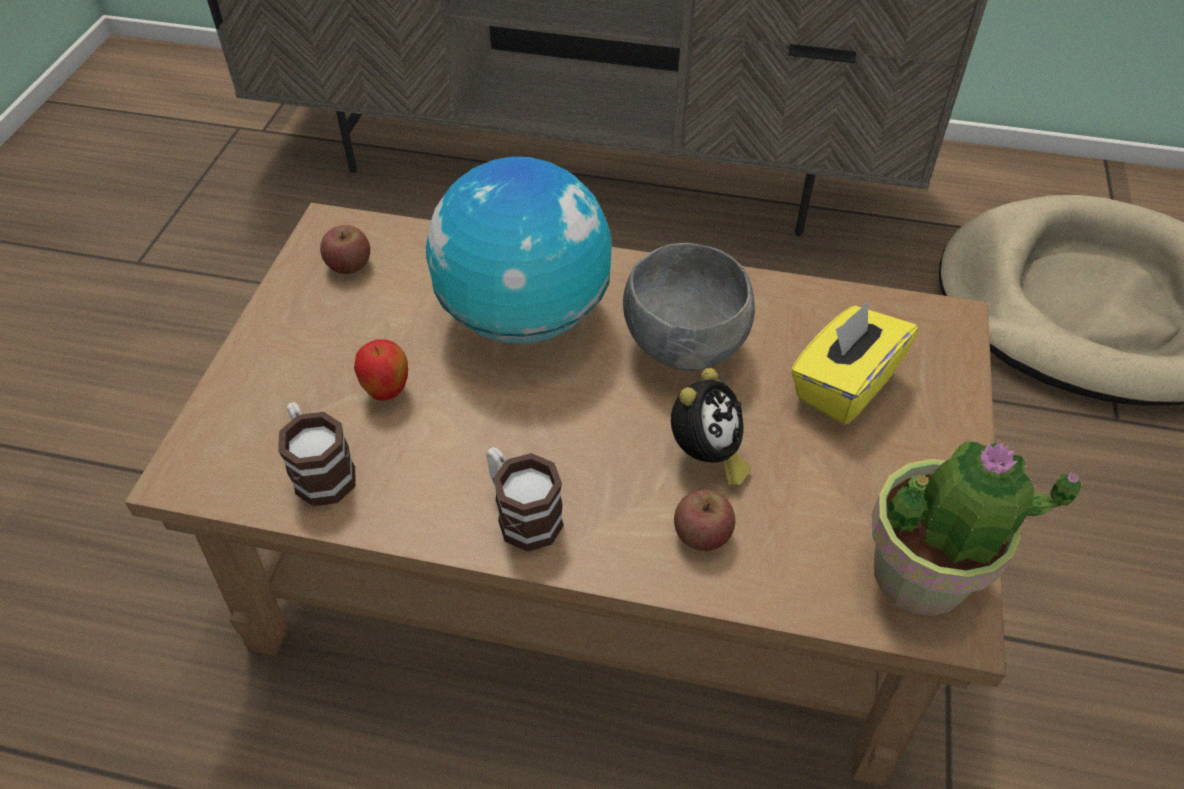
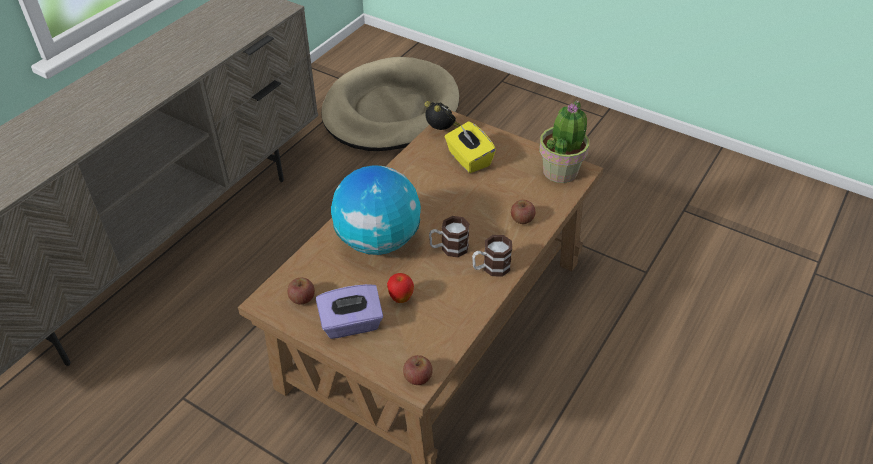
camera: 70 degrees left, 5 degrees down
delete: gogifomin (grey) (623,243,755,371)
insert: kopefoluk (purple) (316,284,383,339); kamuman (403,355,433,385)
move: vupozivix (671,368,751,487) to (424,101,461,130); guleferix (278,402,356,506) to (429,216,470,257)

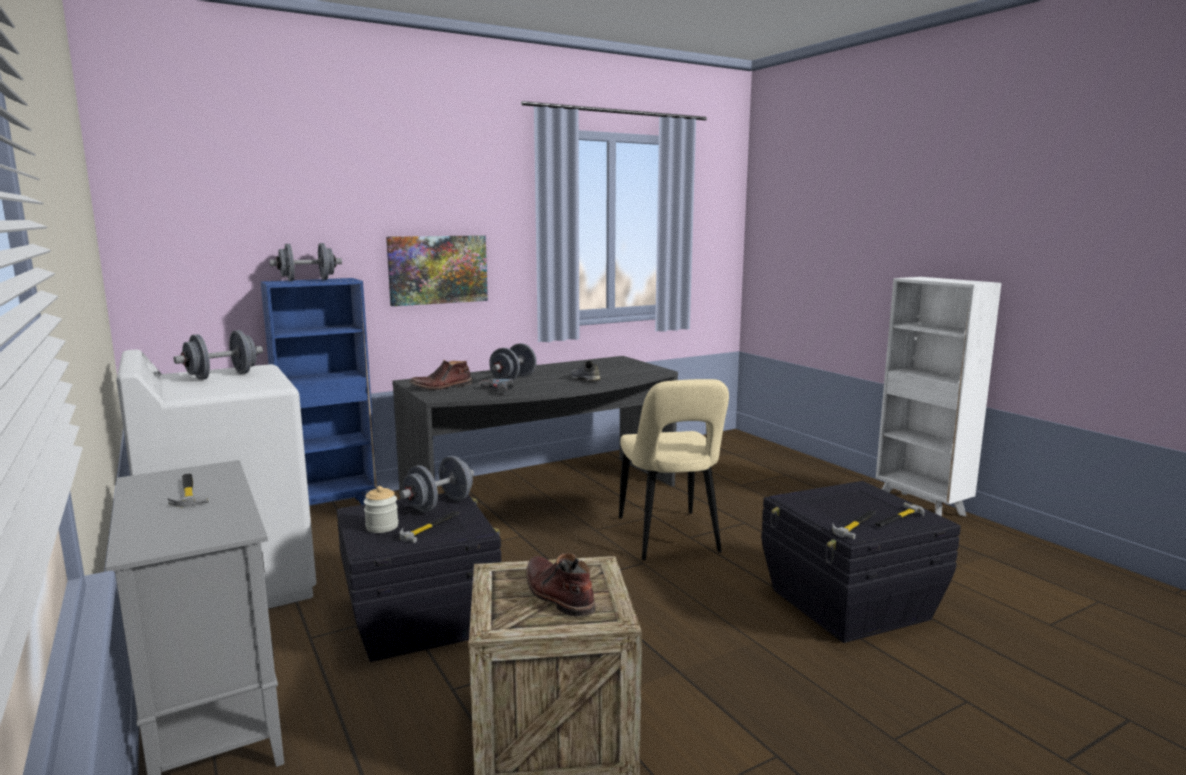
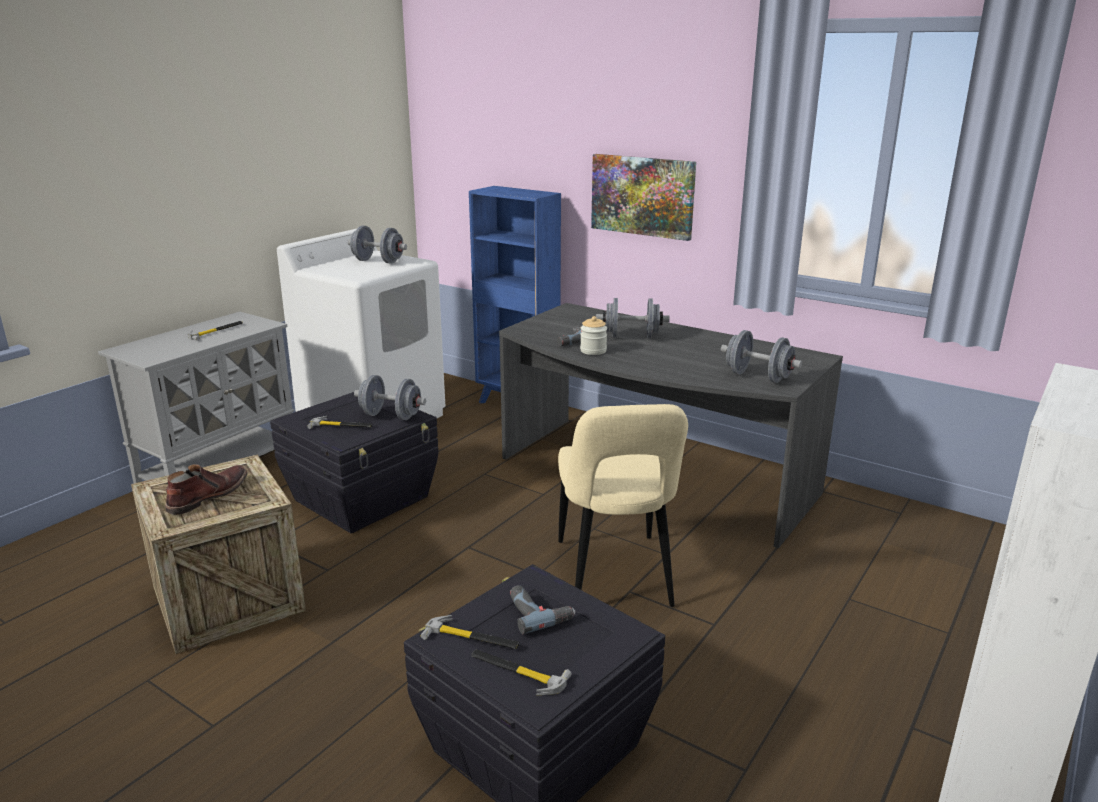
camera: 65 degrees right, 10 degrees up
delete: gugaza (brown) (409,360,472,390); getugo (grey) (571,360,601,382)
insert: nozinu (510,585,576,634)
move: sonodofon (364,486,398,533) to (580,316,607,355); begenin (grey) (269,243,342,281) to (721,330,802,383)
rotate: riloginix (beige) (619,379,729,560) = (558,404,688,607) 60 degrees counterclockwise

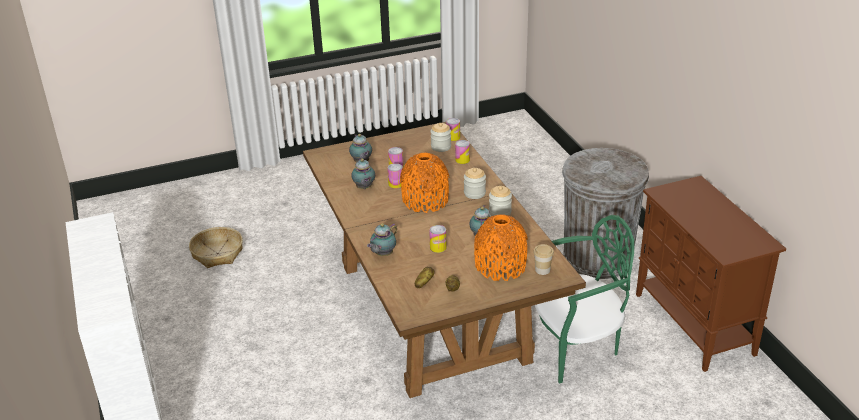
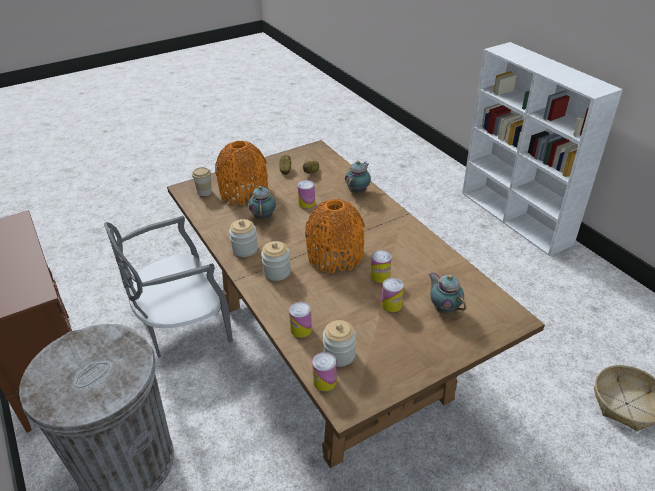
camera: 170 degrees right, 5 degrees up
delete: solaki (351,159,375,189)
recolor: riloginix (green) (534,215,634,383) to riloginix (grey) (104,216,233,358)

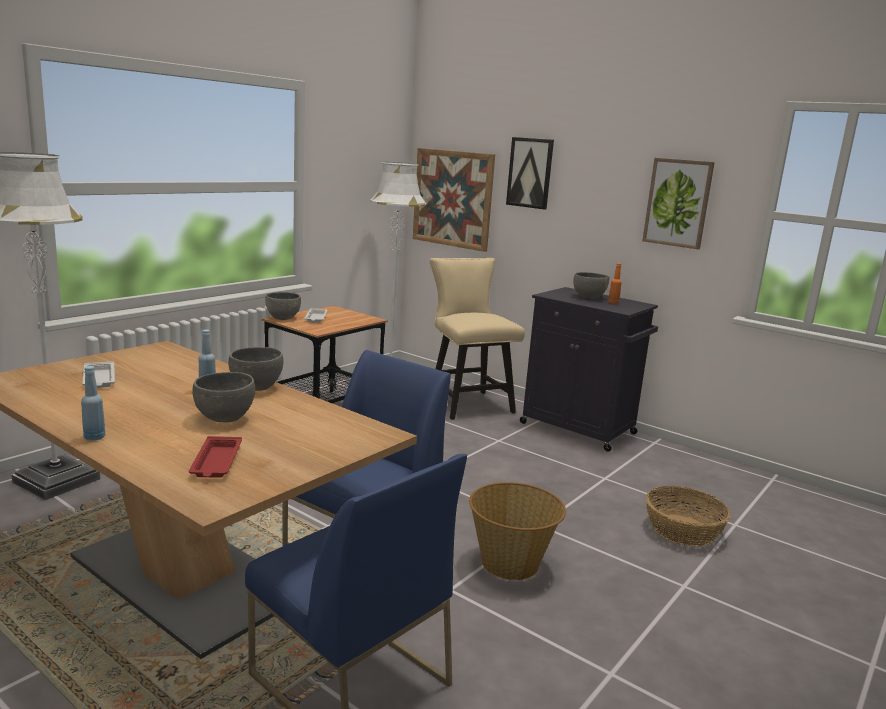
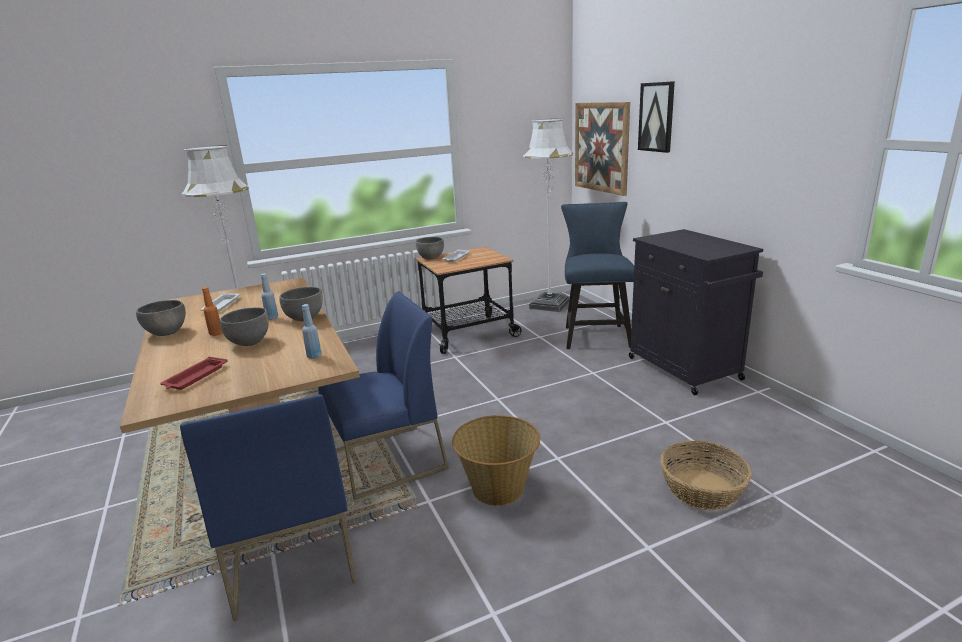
camera: 30 degrees right, 5 degrees up
delete: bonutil (642,158,715,249)
move: gogifomin (grey) (573,272,609,299) to (136,300,186,336); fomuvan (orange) (608,263,622,304) to (202,287,222,336); fomuvan (blue) (81,366,105,441) to (302,304,321,359)
recolor: riloginix (beige) (430,258,525,420) to riloginix (blue) (561,202,634,349)

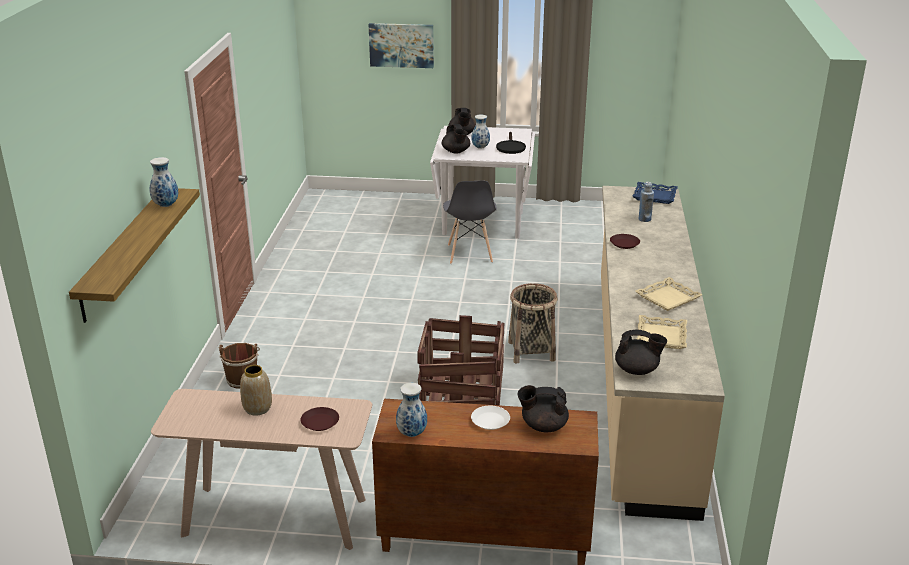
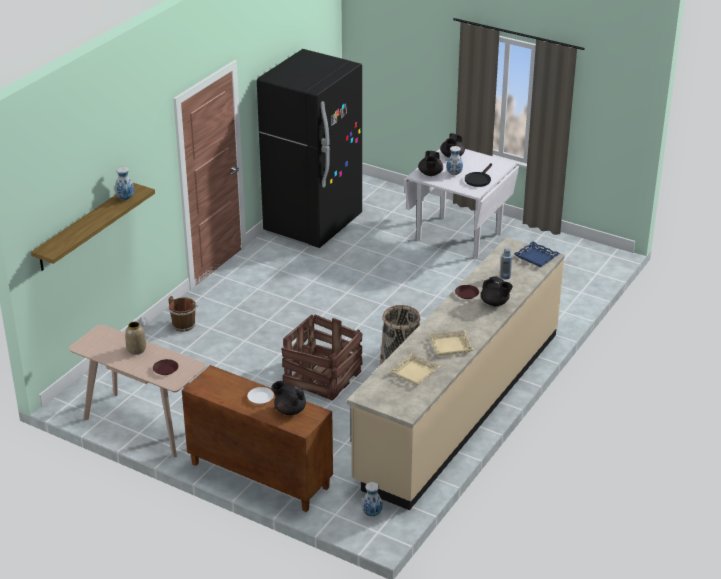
camera: 25 degrees right, 5 degrees up
delete: bonutil (369,23,434,68); riloginix (grey) (443,181,497,264)
insert: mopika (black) (257,49,362,248)
move: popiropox (396,383,427,437) to (362,482,383,516); solaki (black) (615,330,667,375) to (481,276,513,306)

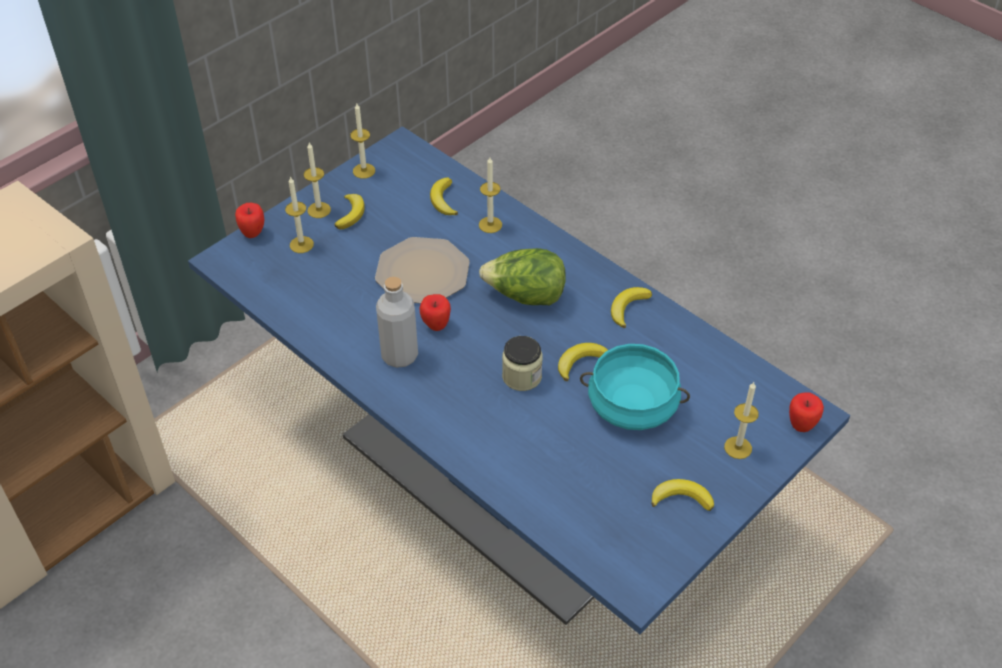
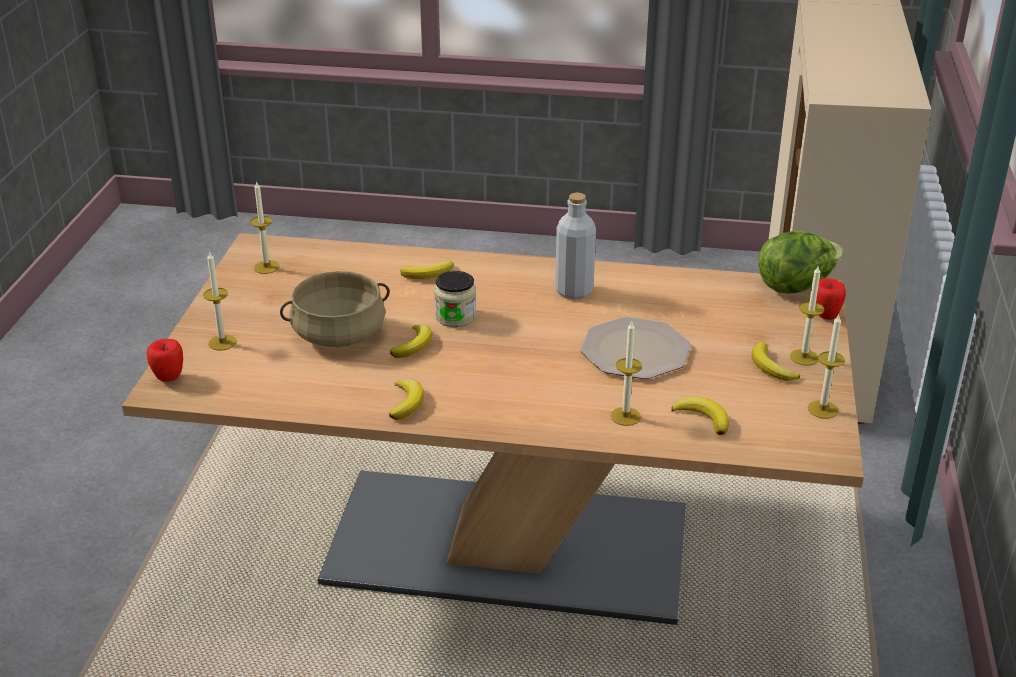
camera: 145 degrees right, 15 degrees down
delete: kamuman (420,294,451,331)
move: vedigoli (285,176,314,253) to (250,182,280,274); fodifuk (651,479,714,511) to (400,260,454,279); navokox (479,248,566,305) to (758,231,843,294)
recolor: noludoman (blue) (188,126,850,634) to noludoman (beige) (122,233,864,625); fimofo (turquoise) (580,344,690,430) to fimofo (beige) (280,271,390,347)

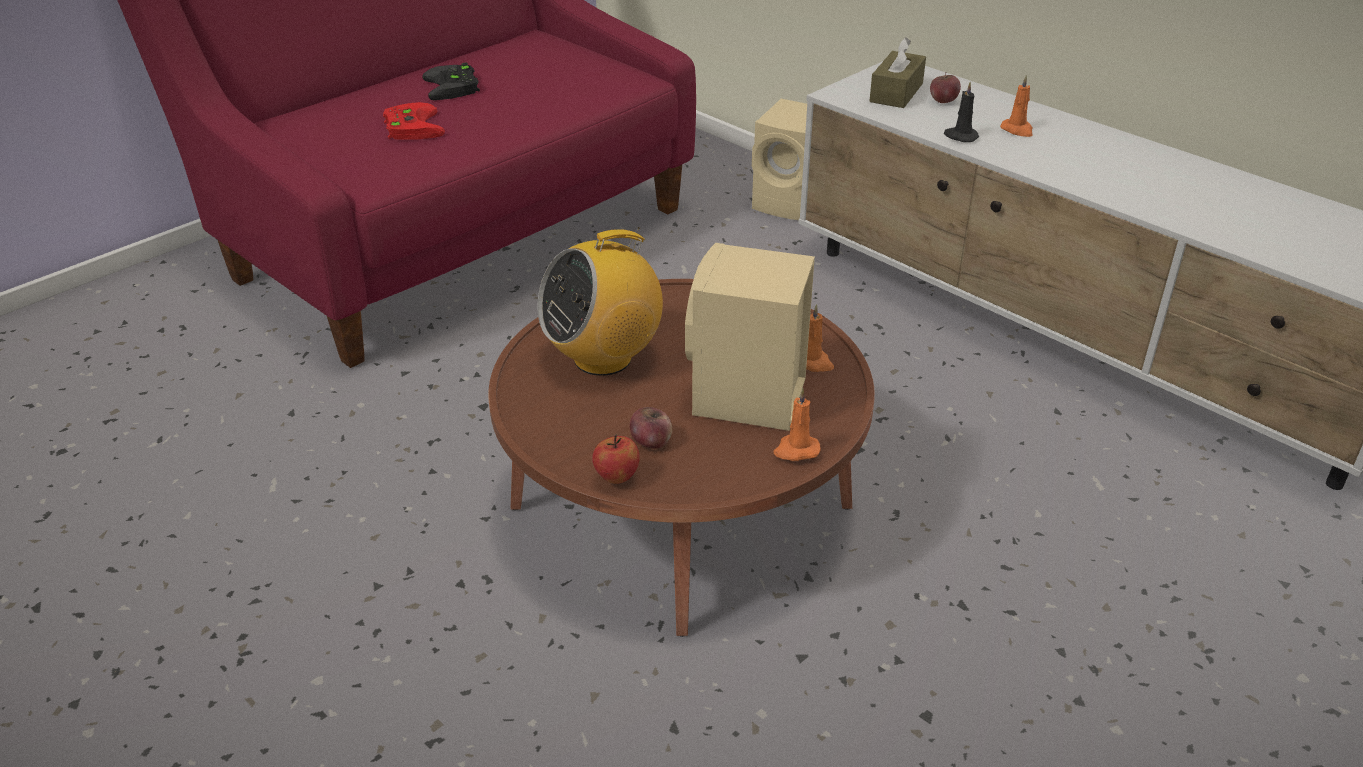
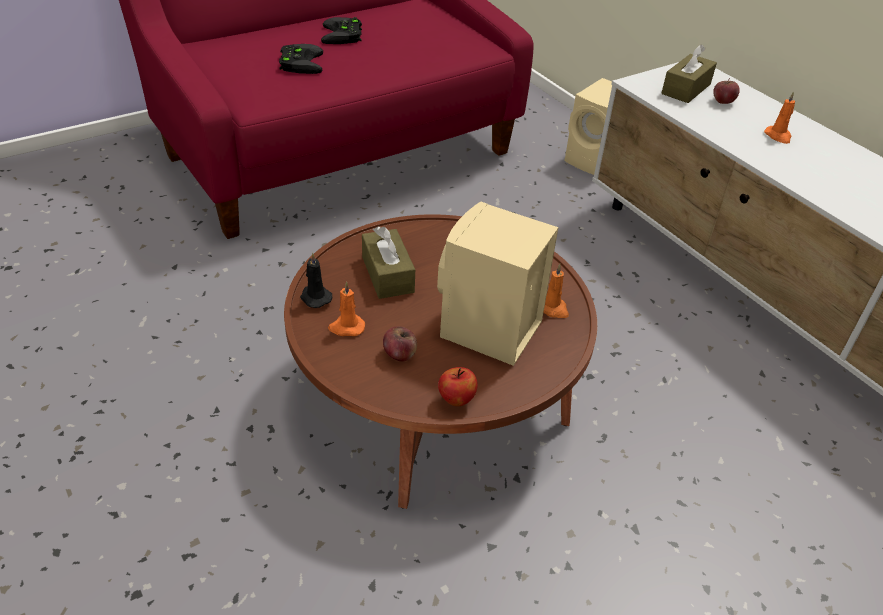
camera: 10 degrees right, 5 degrees up
move: vedigoli (black) (944,82,979,142) to (300,253,332,308); vedigoli (orange) (774,388,821,461) to (328,282,365,336); kamuman (592,435,640,484) to (438,367,478,406)
replace: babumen (538,227,663,376) to kopefoluk (brown) (362,226,415,299)
recolor: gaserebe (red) (383,102,445,140) to gaserebe (black) (279,44,323,74)

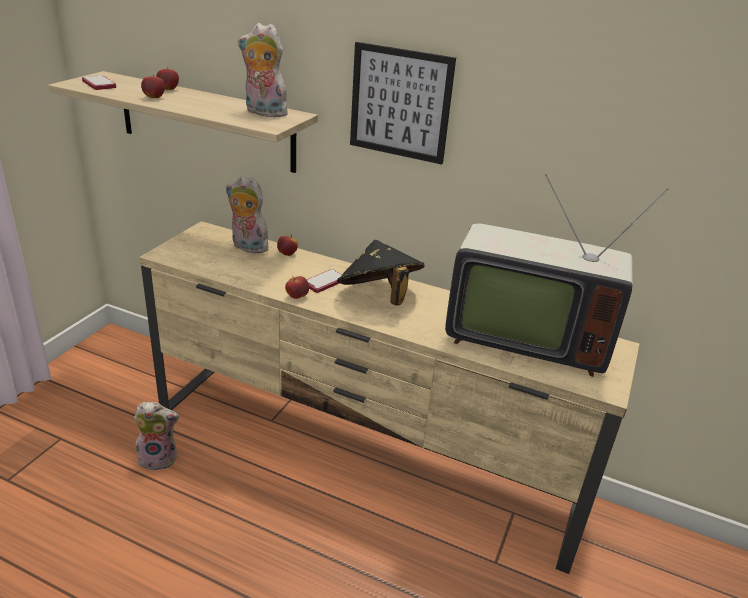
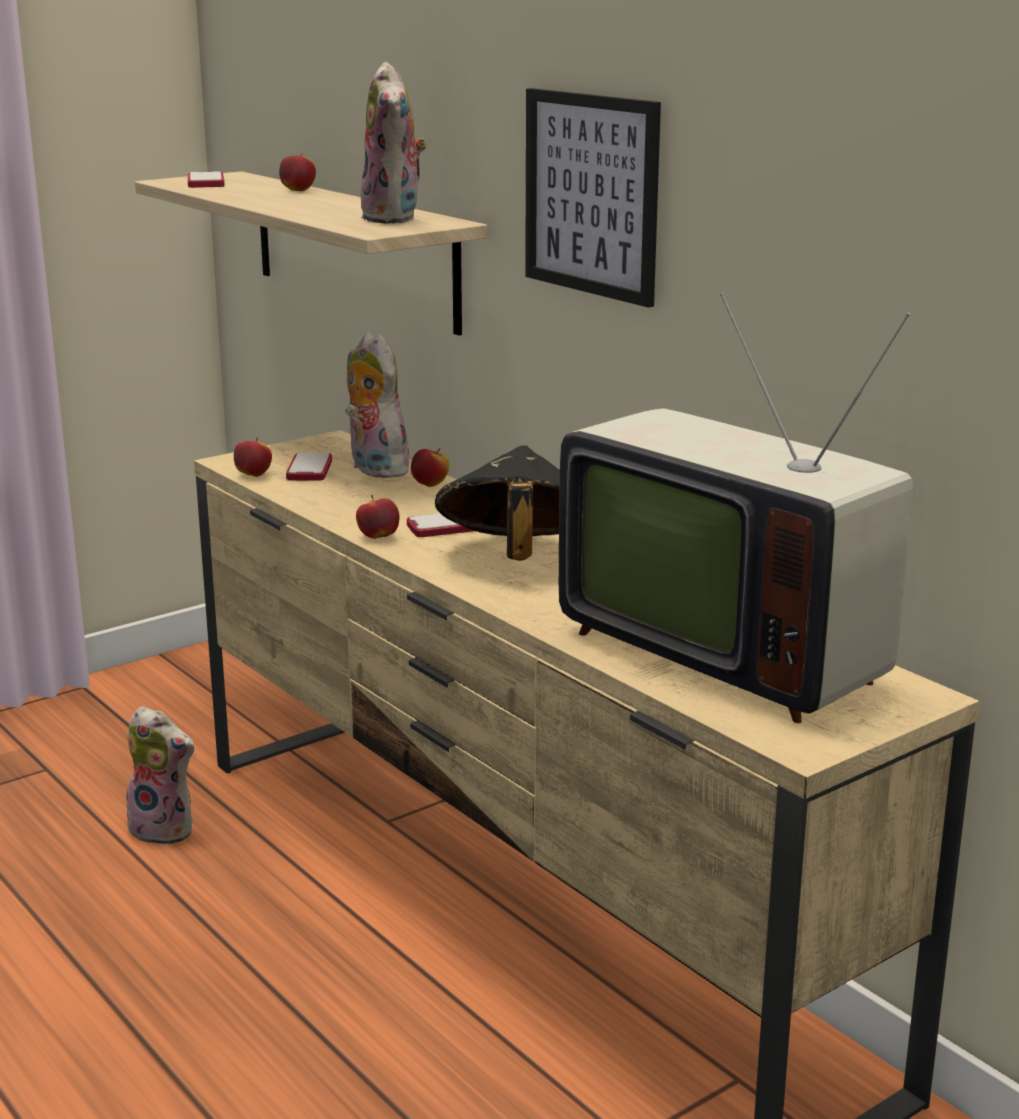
camera: 30 degrees right, 10 degrees down
insert: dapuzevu (286,453,332,480)
move: kamuman (141,74,165,98) to (234,437,272,477)
rotate: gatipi (238,23,288,118) = (361,62,427,224) 150 degrees counterclockwise

